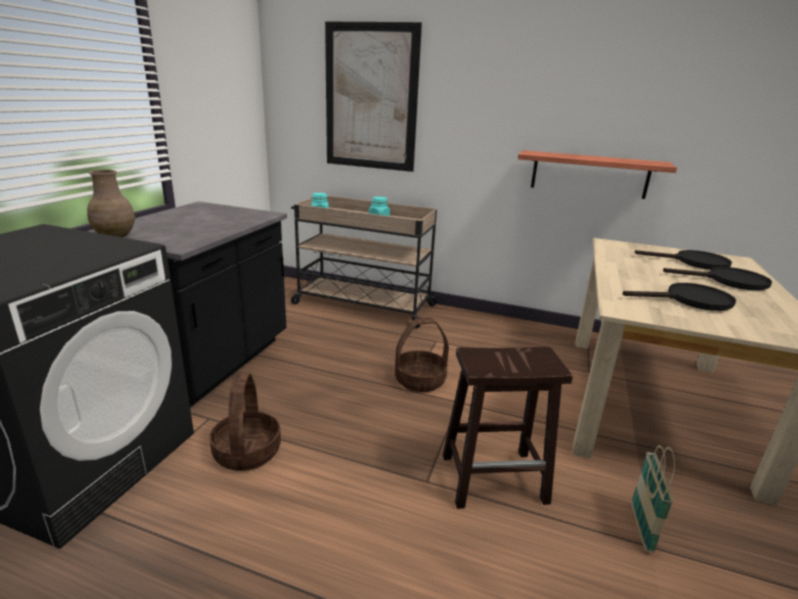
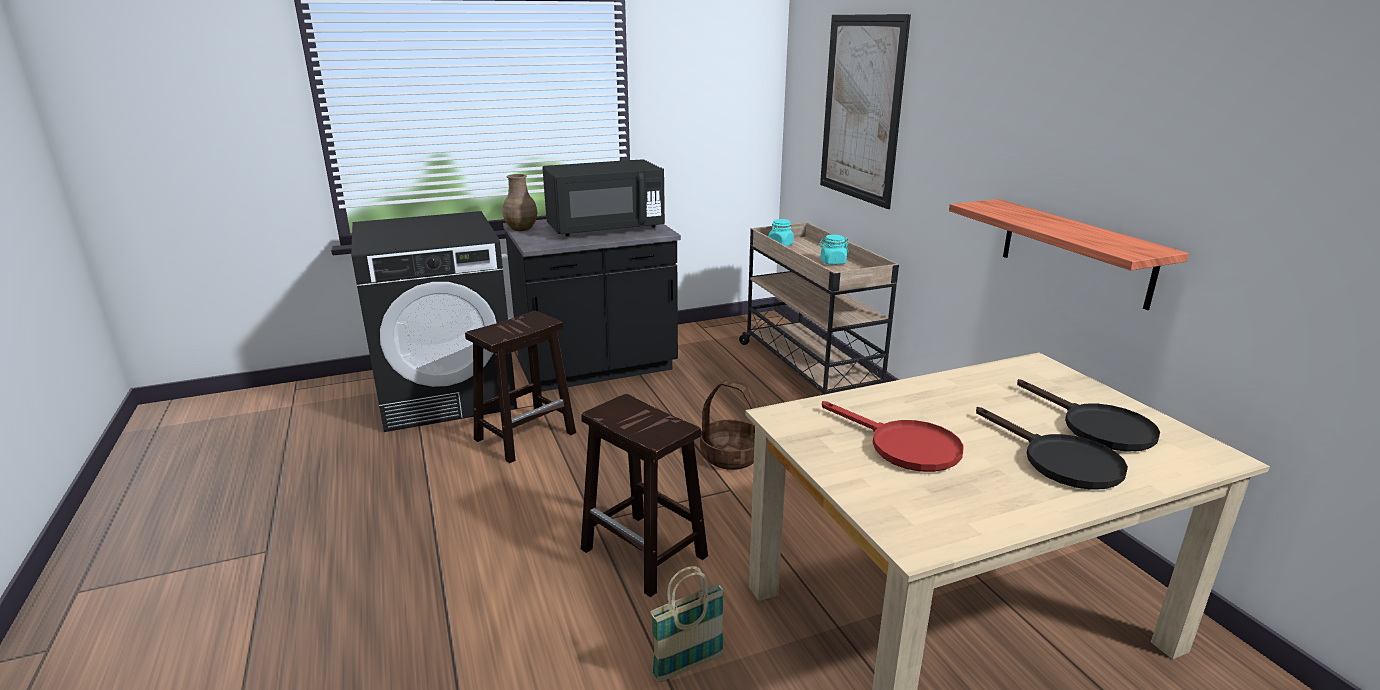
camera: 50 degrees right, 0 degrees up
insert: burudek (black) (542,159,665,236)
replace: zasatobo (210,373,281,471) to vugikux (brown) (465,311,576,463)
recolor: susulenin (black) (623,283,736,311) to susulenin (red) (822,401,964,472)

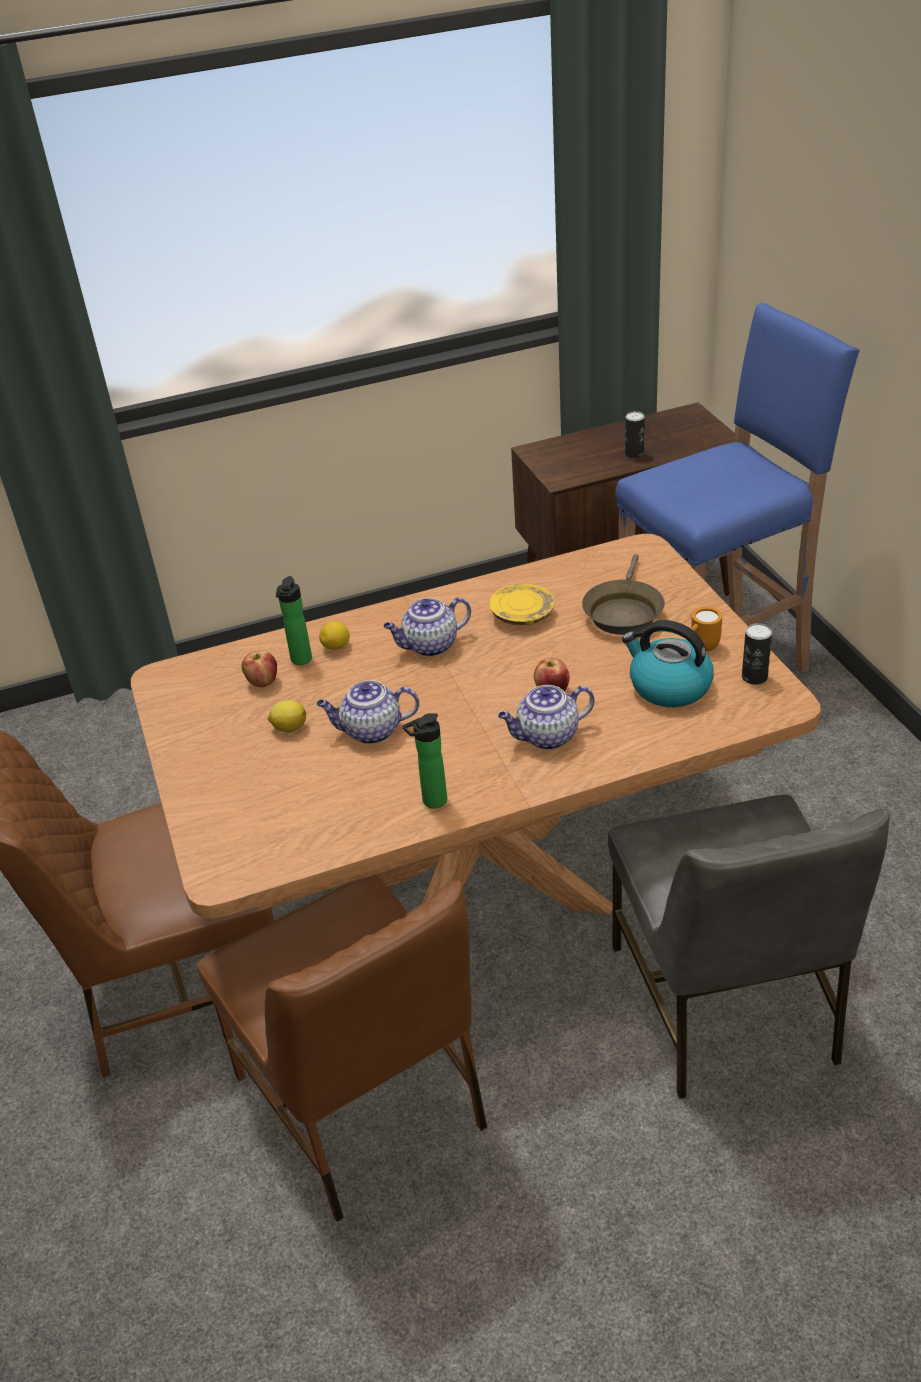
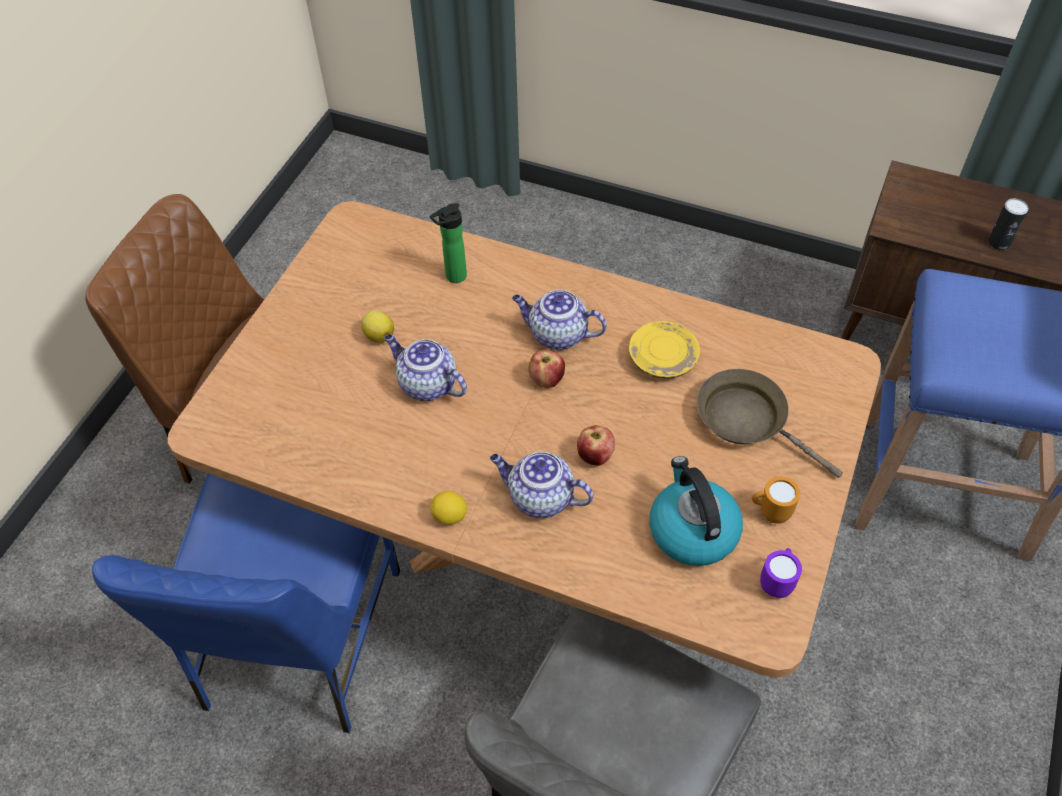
camera: 40 degrees right, 15 degrees up
delete: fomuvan (402,713,447,809)
move: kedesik (319,621,350,650) to (430,491,467,524); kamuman (242,650,277,688) to (528,350,565,388)
replace: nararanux (742,623,772,685) to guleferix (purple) (760,548,802,598)
recolor: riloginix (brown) (197,874,487,1222) to riloginix (blue) (92,473,400,733)
rotate: susulenin (brown) (582,554,665,635) = (697,369,843,478) 75 degrees clockwise

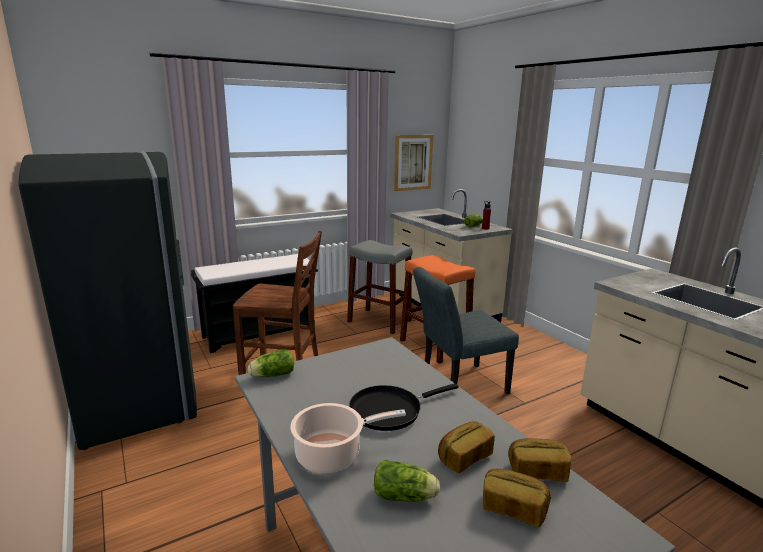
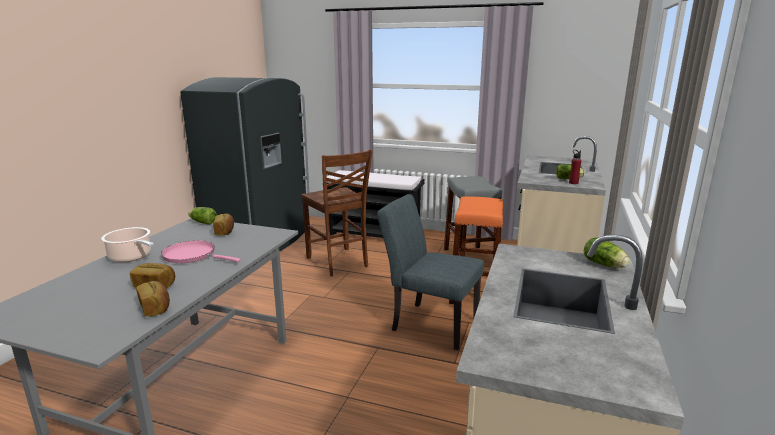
camera: 50 degrees right, 0 degrees up
delete: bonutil (394,135,433,191)
move: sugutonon (483,469,551,527) to (213,214,234,236); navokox (374,460,440,502) to (584,237,630,268)
recolor: susulenin (black) (349,383,459,431) to susulenin (pink) (161,240,241,263)

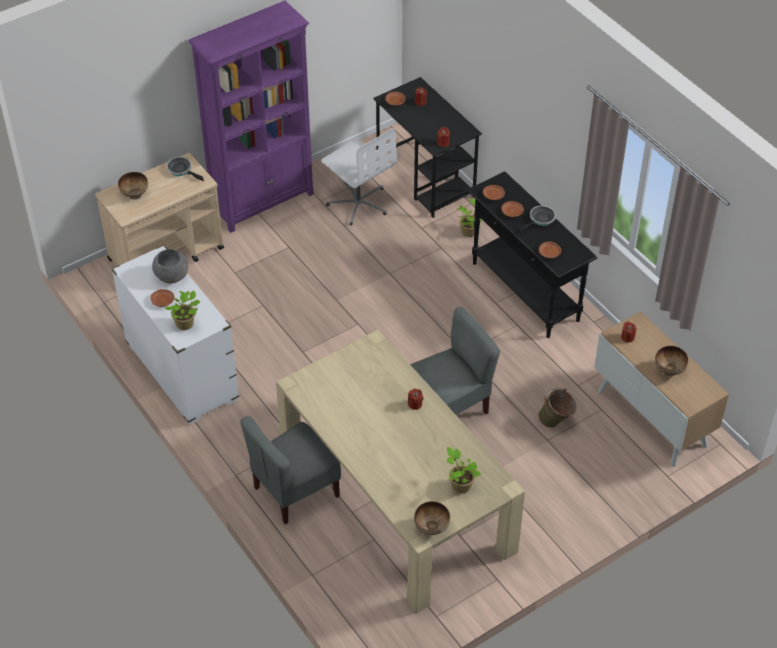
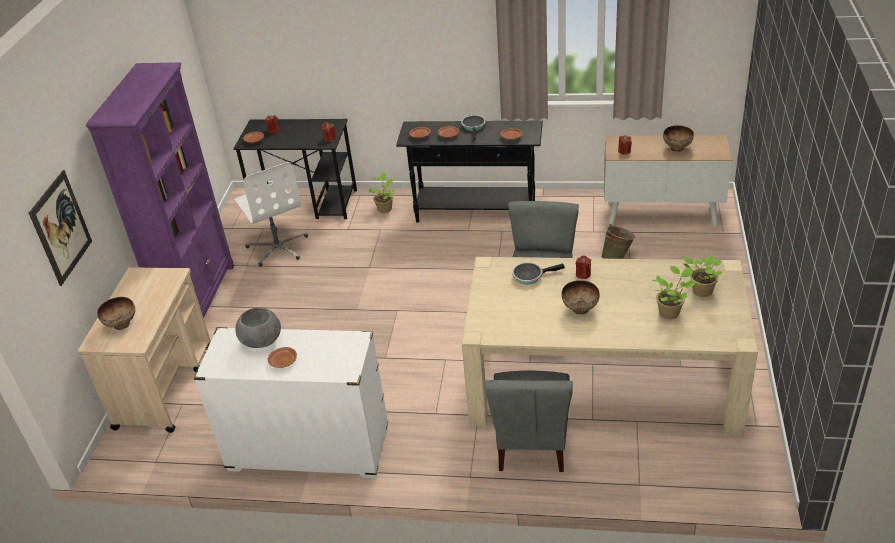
camera: 45 degrees left, 10 degrees down
insert: bonutil (29,170,92,286)
move: susulenin (167,157,204,181) to (512,262,565,285); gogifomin (414,501,450,535) to (561,280,600,315); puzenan (164,290,200,330) to (652,266,696,319)
rotate: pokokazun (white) (321,128,397,225) = (234,162,308,267) 60 degrees clockwise

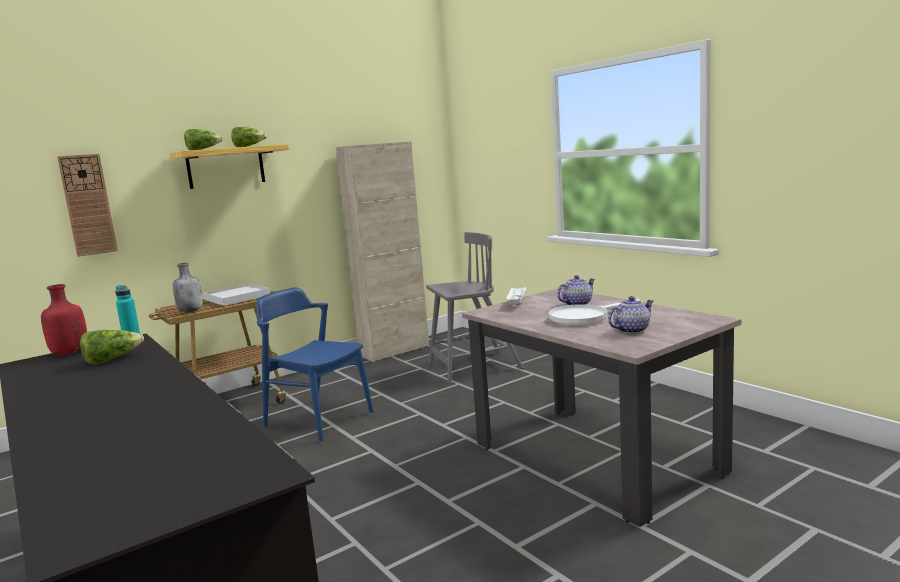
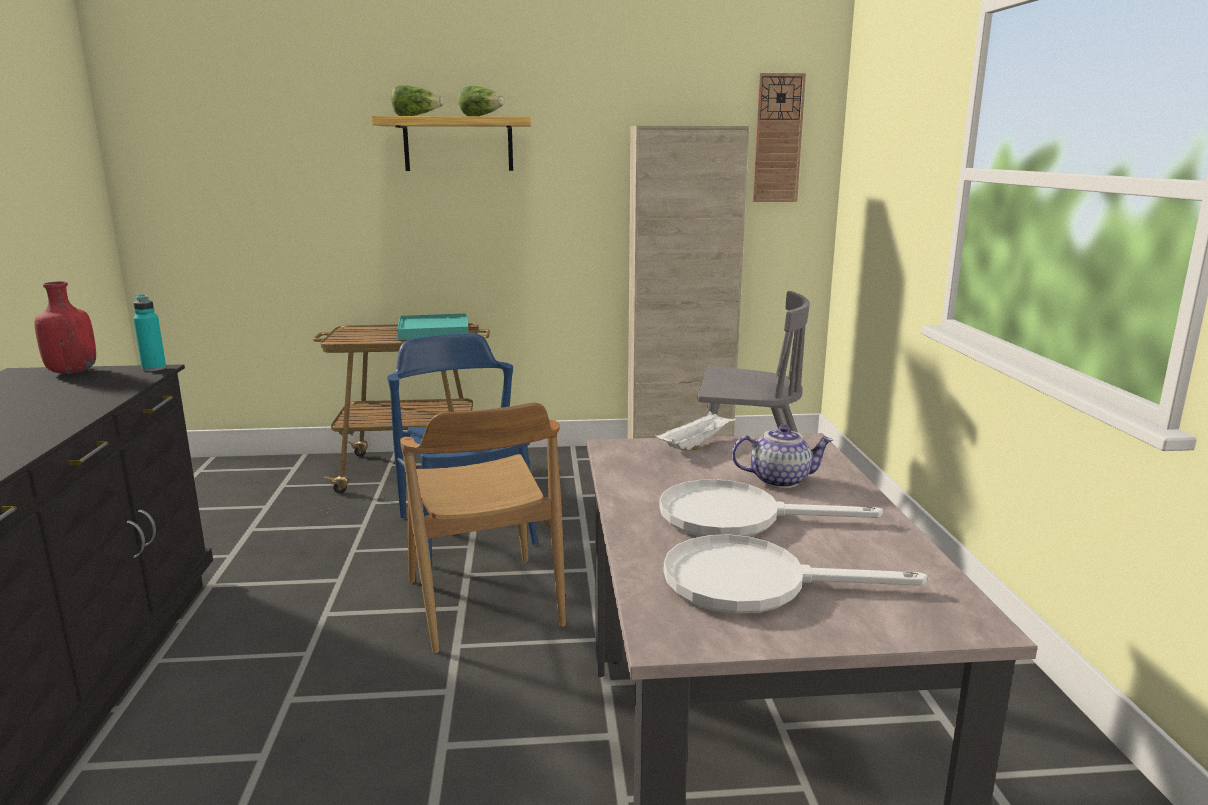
camera: 30 degrees right, 5 degrees up
delete: navokox (80,330,144,365); fomuvan (grey) (173,263,203,312)
insert: riloginix (brown) (400,402,566,653)
move: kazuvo (57,154,118,257) to (752,73,806,202)
replace: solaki (608,296,653,334) to susulenin (white) (664,534,928,614)
recolor: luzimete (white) (203,284,270,306) to luzimete (turquoise) (397,313,469,340)

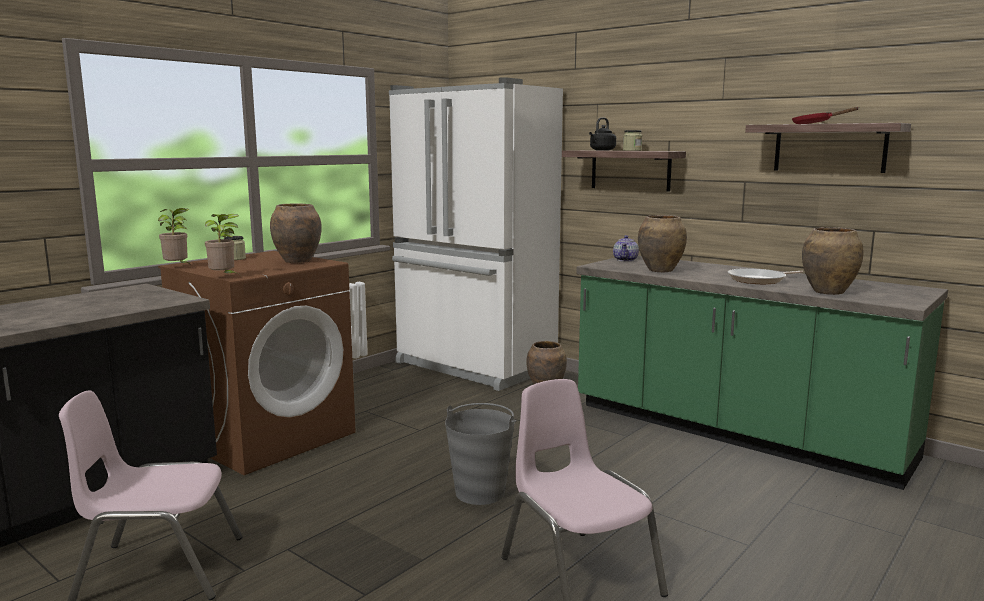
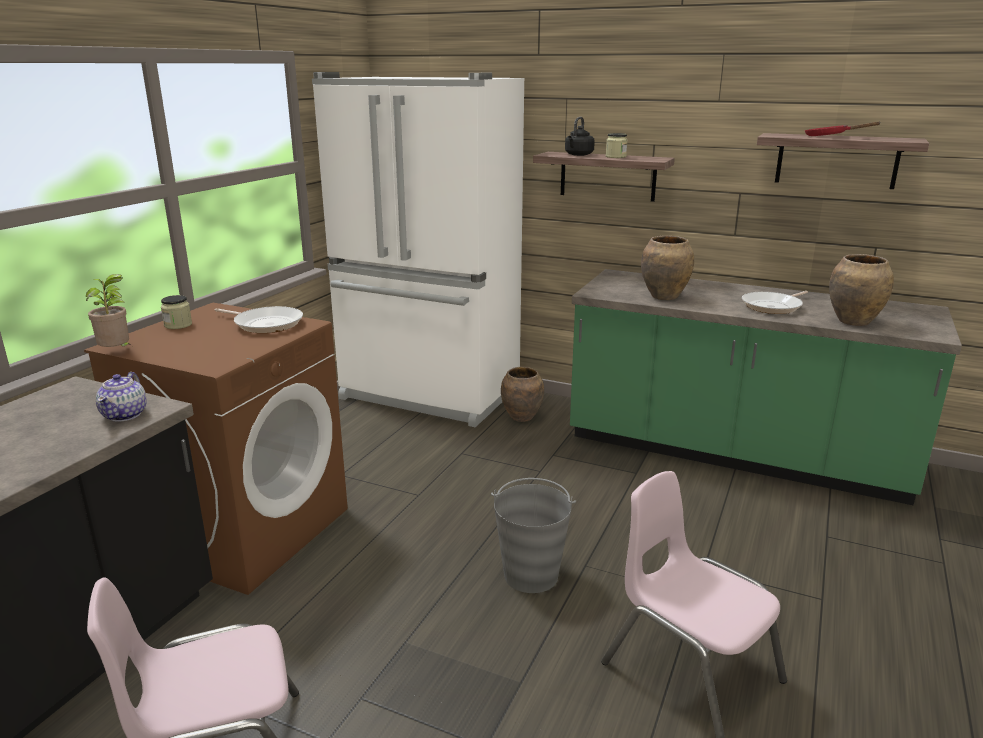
camera: 15 degrees left, 10 degrees up
delete: puzenan (205,214,239,273)
move: solaki (613,235,639,261) to (96,372,146,422)
replace: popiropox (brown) (270,204,322,263) to susulenin (215,306,303,333)

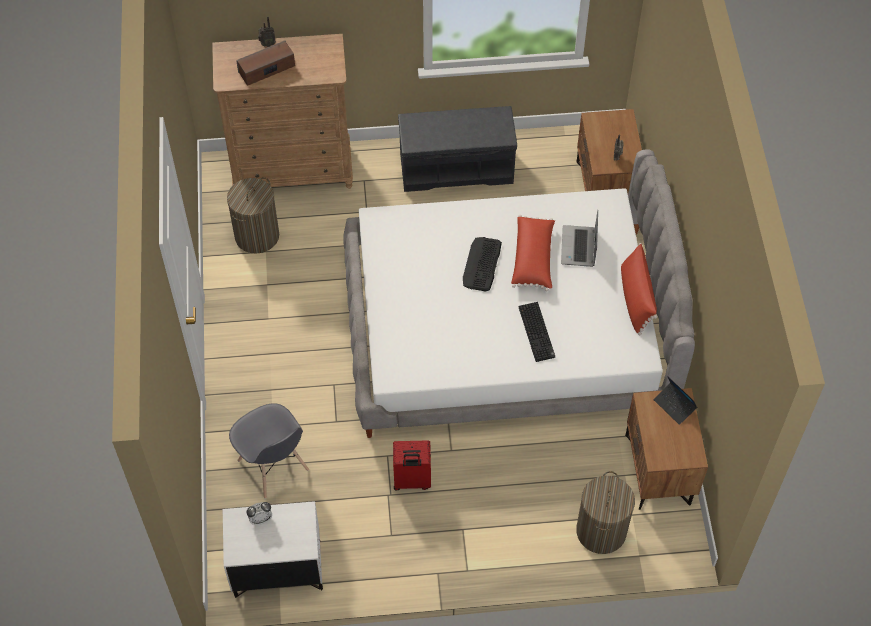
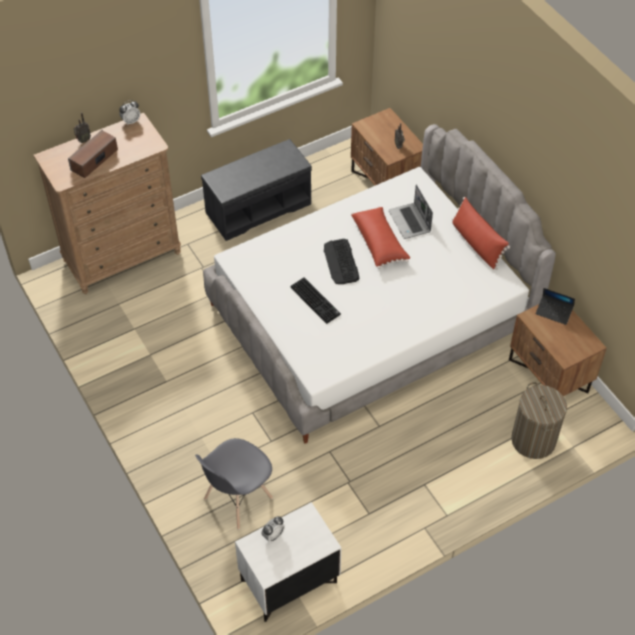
camera: 25 degrees left, 5 degrees down
delete: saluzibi (227,177,279,254); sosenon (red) (393,440,431,490)
insert: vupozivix (119,100,140,125)
move: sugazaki (519,302,555,362) to (290,277,341,324)
rotate: riloginix (grey) (229,403,309,499) = (195,438,273,530) 105 degrees clockwise

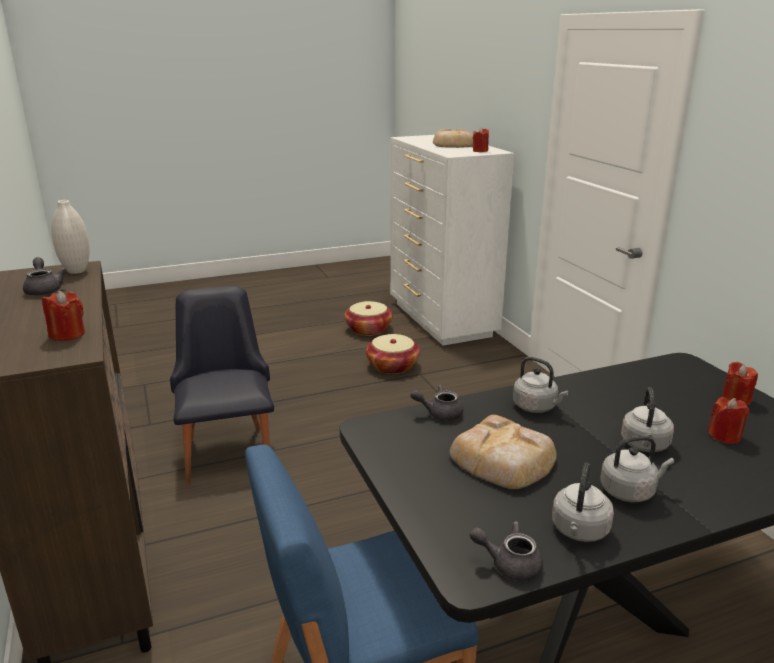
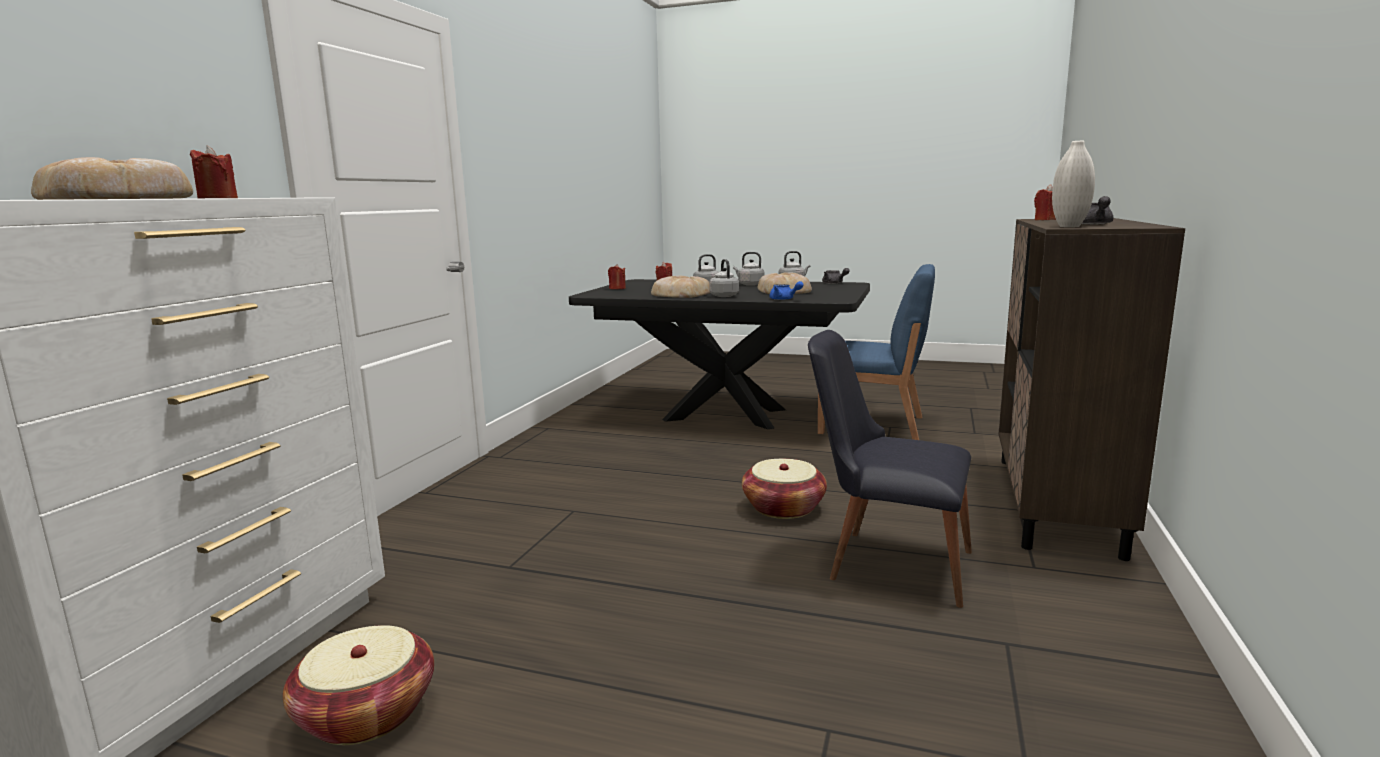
camera: 140 degrees left, 10 degrees down
insert: sugutonon (651,276,710,298)
move: zasatobo (366,334,420,374) to (742,459,827,519)
recolor: solaki (grey) (411,385,463,421) to solaki (blue) (769,281,804,300)
rotate: riloginix (black) (170,286,274,486) = (808,330,972,608) 90 degrees clockwise

